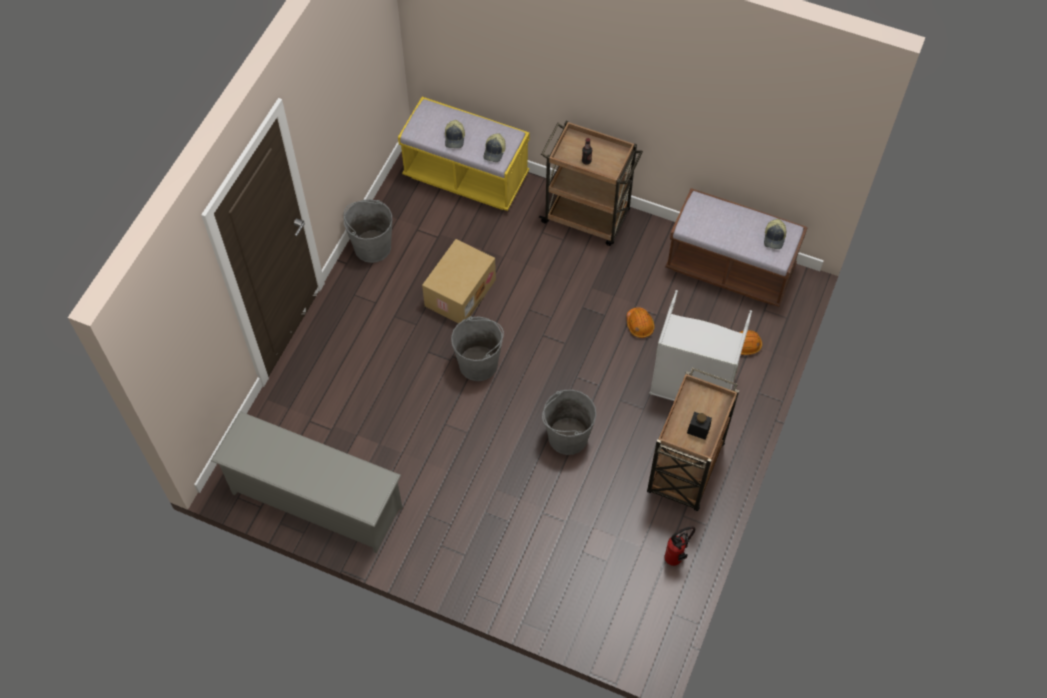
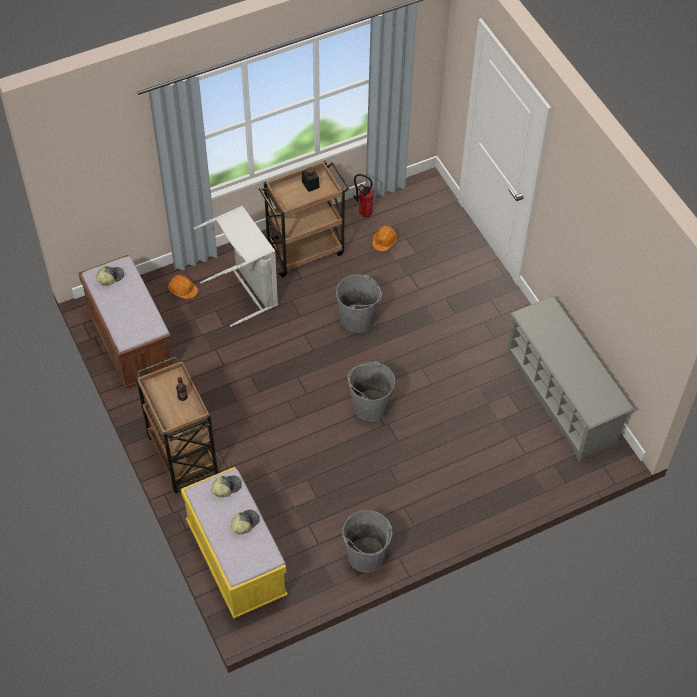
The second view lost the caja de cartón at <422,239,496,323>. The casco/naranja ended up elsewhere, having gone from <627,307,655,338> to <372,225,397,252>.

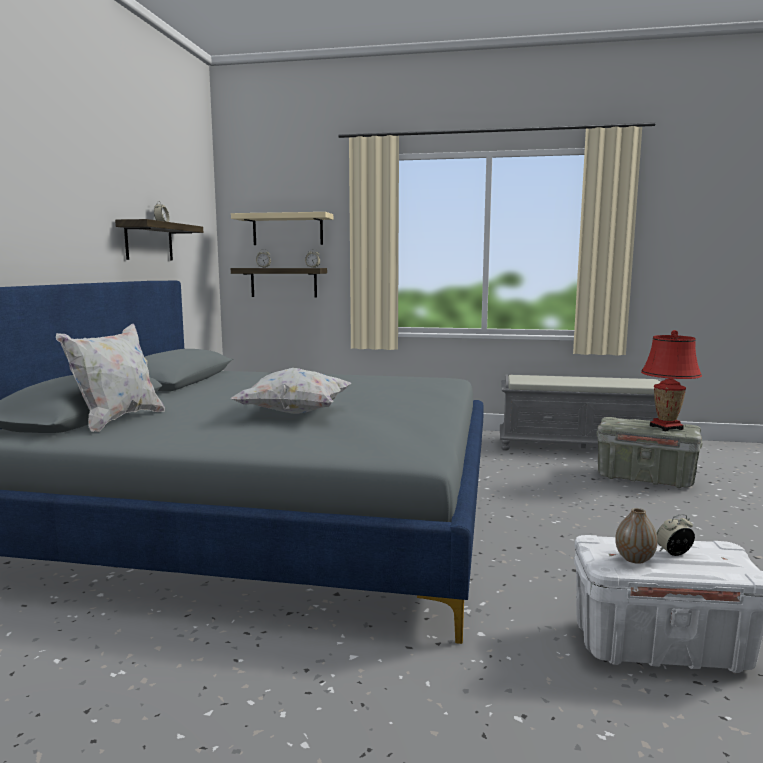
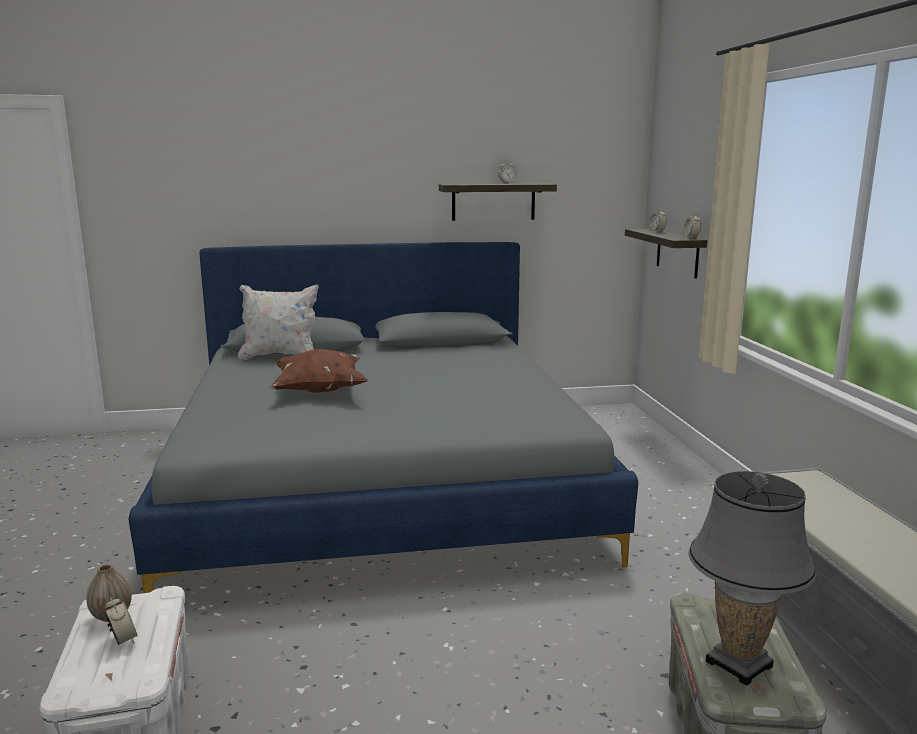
The second view lost the estante/beis at <231,212,333,245>. What was the lámpara de mesa/rojo at <641,330,702,431> turned into the lámpara de mesa/gris at <688,471,817,686>. What was the cojín/blanco at <231,368,352,414> turned into the cojín/marrón at <272,349,368,393>.

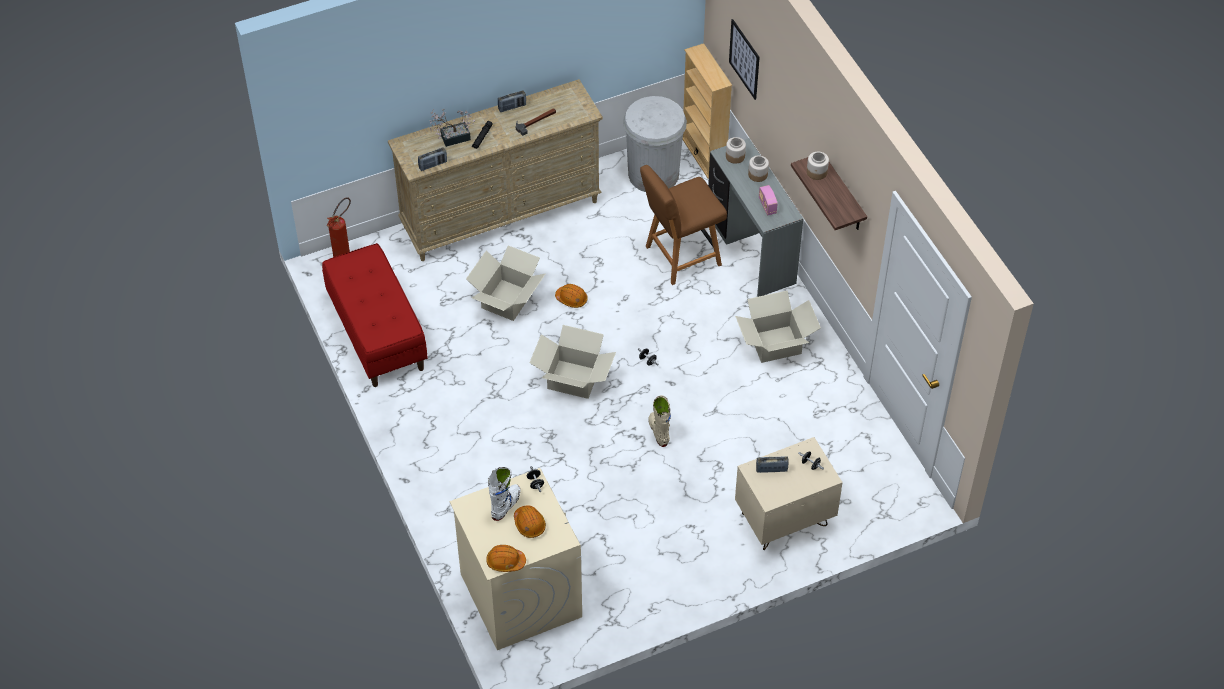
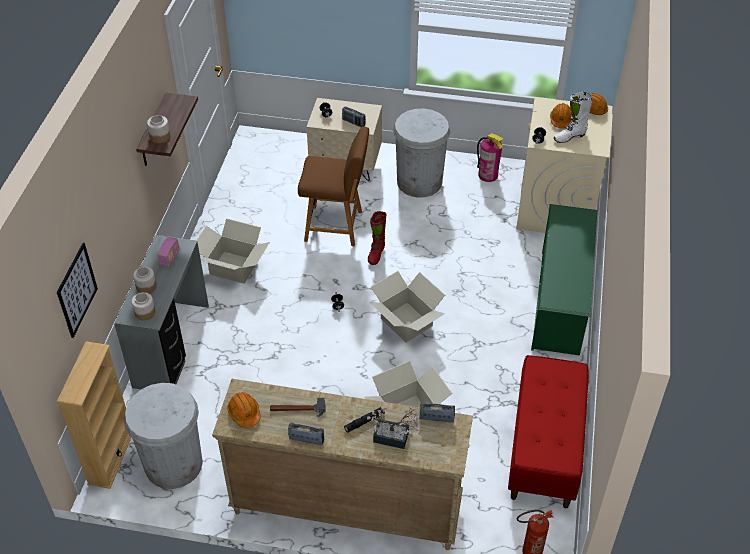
The silla/marrón ended up elsewhere, having gone from <640,165,727,285> to <298,127,369,246>. The casco/naranja ended up elsewhere, having gone from <555,284,588,308> to <227,392,261,428>. What was the bota/beis at <648,395,671,447> turned into the bota/rojo at <368,211,386,265>. The second view gained the papelera/blanco at <393,109,451,198>. The second view gained the extintor at <477,133,503,182>. The second view gained the zapatero/verde at <531,204,597,355>.

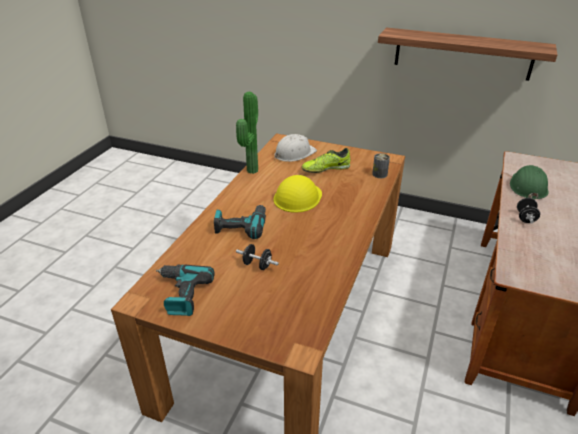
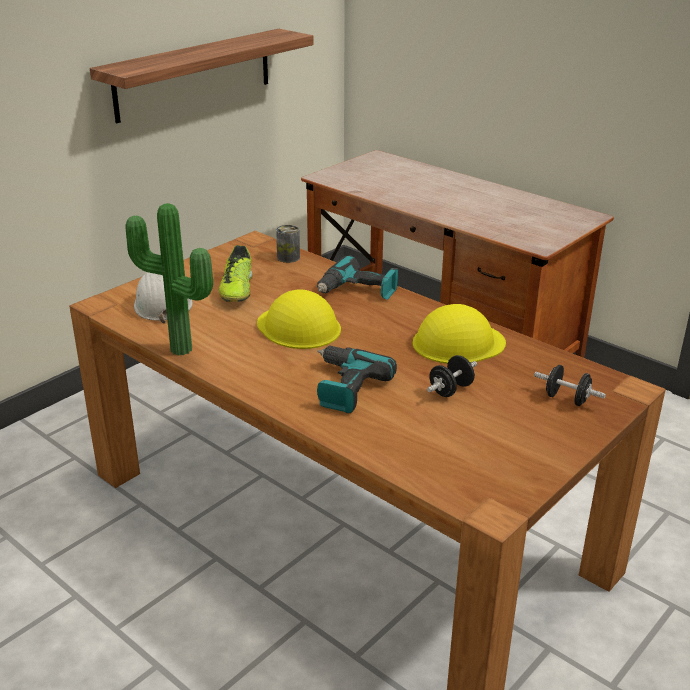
The second view lost the casco/verde at <510,165,548,199>. The mancuerna/negro ended up elsewhere, having gone from <517,198,540,223> to <534,365,606,406>. The taladro ended up elsewhere, having gone from <156,264,215,316> to <317,256,398,300>. The second view gained the casco/amarillo at <413,304,506,364>.

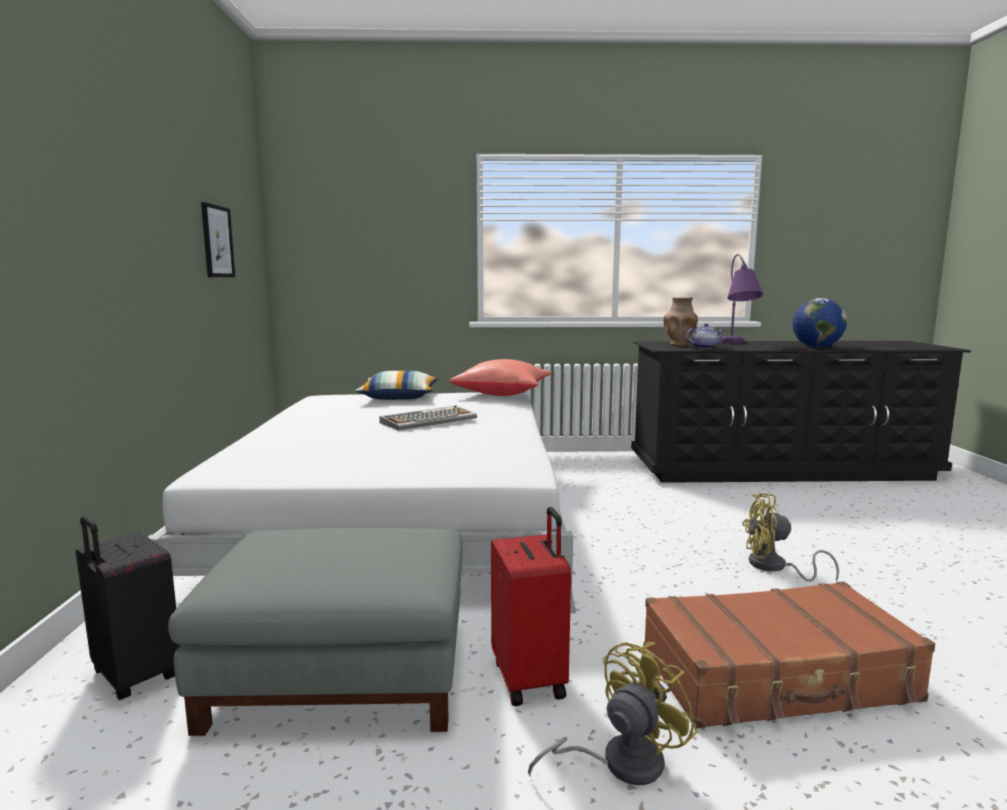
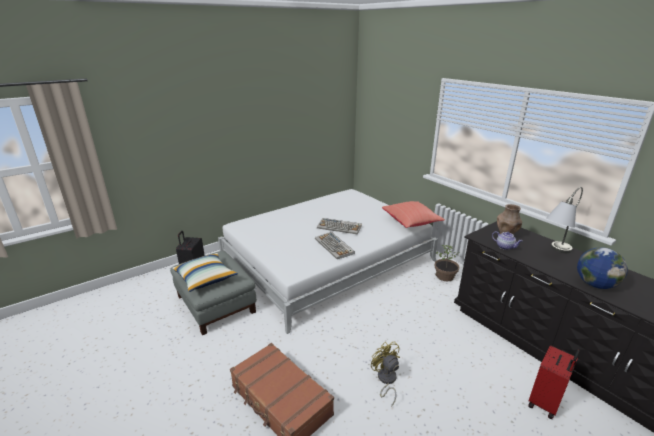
The second view lost the cuadro at <201,202,235,277>. What was the lámpara de mesa/morado at <720,254,764,343> turned into the lámpara de mesa/gris at <546,187,583,253>. The cojín ended up elsewhere, having gone from <356,371,437,400> to <172,253,238,292>. The maleta/rojo ended up elsewhere, having gone from <491,507,571,706> to <528,345,580,419>. The second view lost the ventilador/amarillo at <528,642,698,785>. The second view gained the teclado at <315,232,355,259>. The second view gained the planta en maceta at <434,245,459,281>.

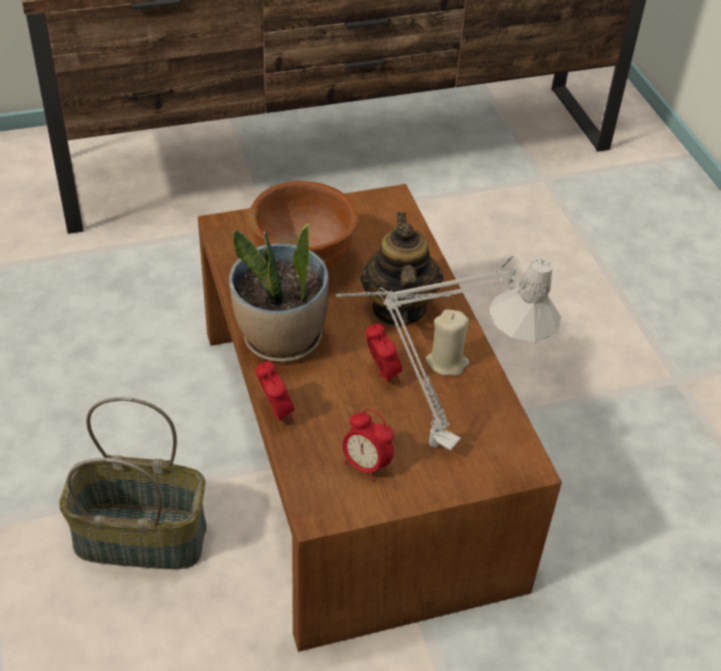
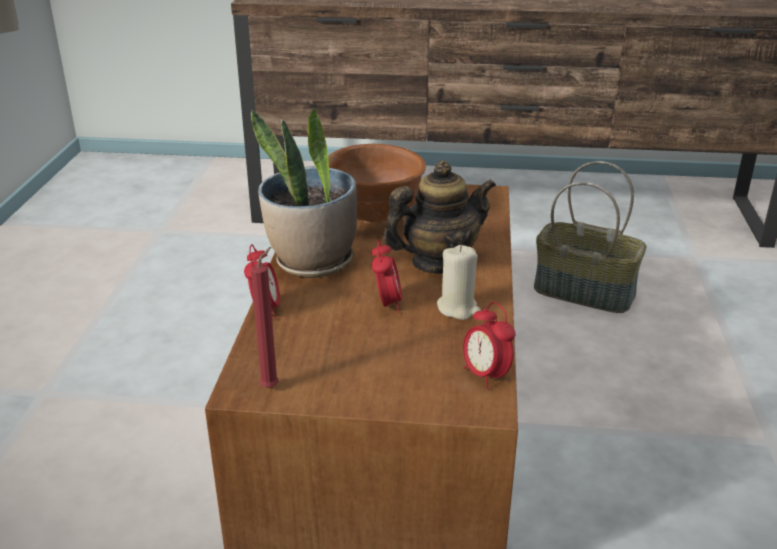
The tetera at <360,212,443,326> ended up facing another way, 45 degrees clockwise from before. The second view lost the lámpara de mesa/gris at <335,255,561,454>. The cesta ended up elsewhere, having gone from <59,397,207,569> to <534,161,647,313>. The despertador ended up elsewhere, having gone from <343,409,394,481> to <463,302,516,389>. The second view gained the vela/rojo at <251,247,279,388>.

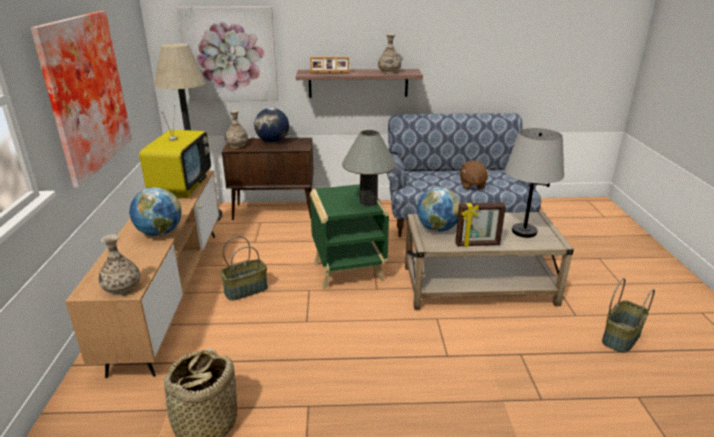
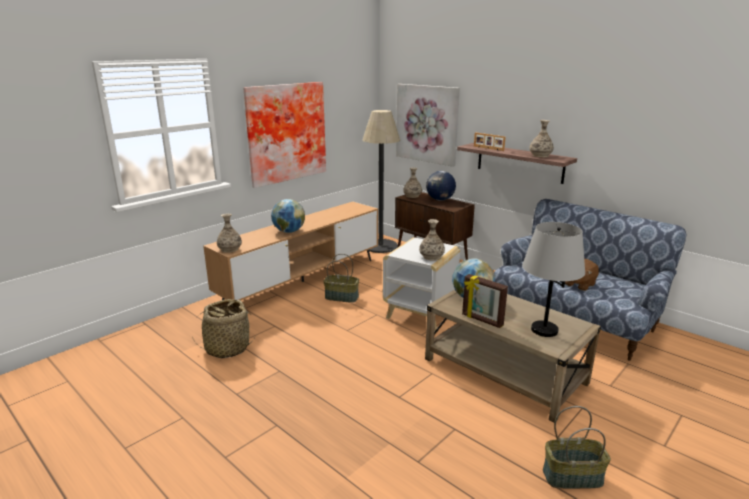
The second view lost the televisor at <139,105,211,198>. Where the lámpara de mesa/gris stood at <342,130,396,206>, the florero came to stand at <419,219,445,261>. What was the mesa auxiliar/verde at <310,184,389,289> turned into the mesa auxiliar/blanco at <383,237,460,330>.

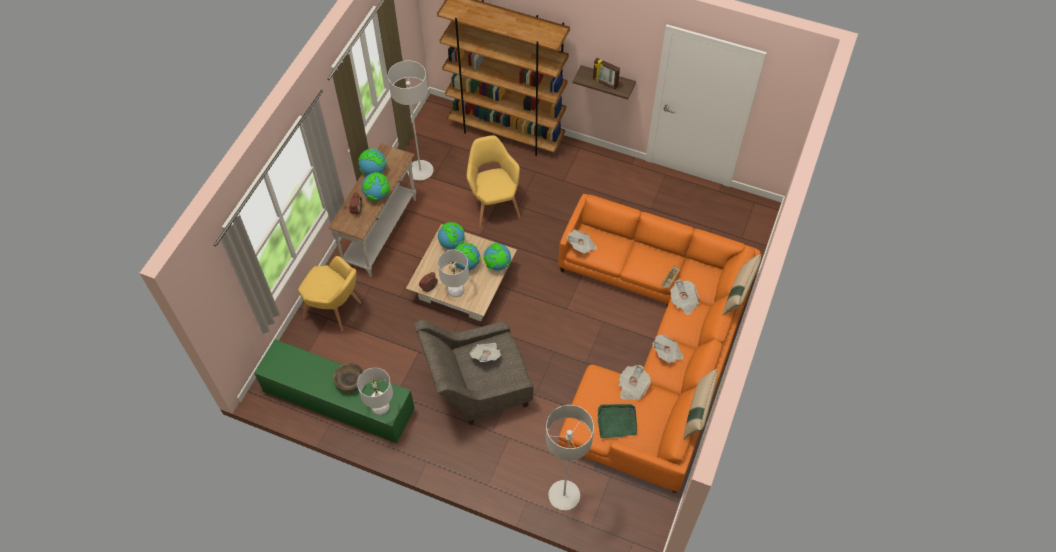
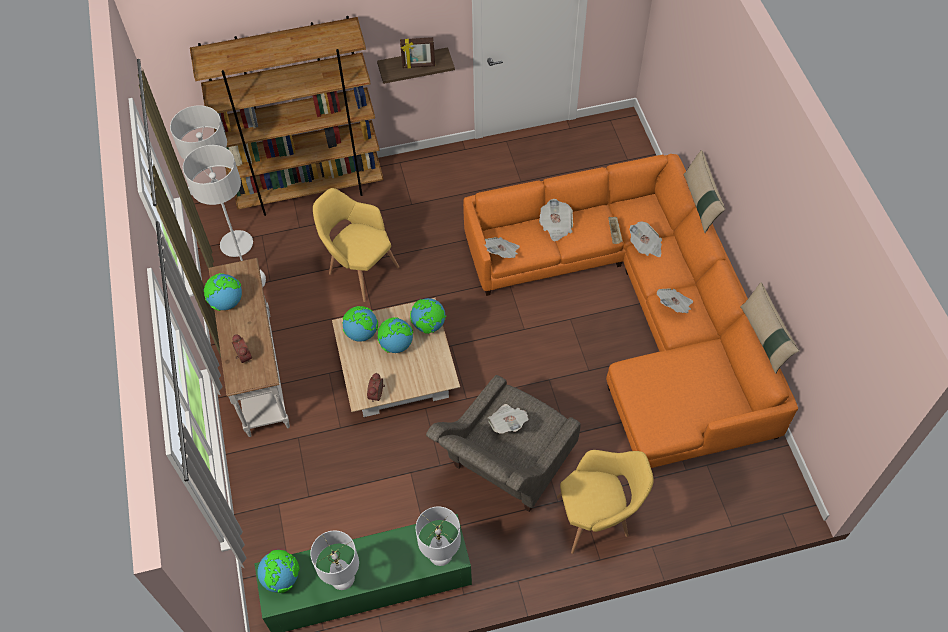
The globo terráqueo ended up elsewhere, having gone from <362,172,390,201> to <257,550,299,593>. The lámpara de mesa/blanco ended up elsewhere, having gone from <438,250,469,297> to <310,531,359,590>. The sillón/amarillo ended up elsewhere, having gone from <298,256,361,331> to <557,450,654,554>. The second view lost the cuenco/marrón at <333,363,363,393>. The periódico ended up elsewhere, having gone from <619,365,651,401> to <539,199,573,241>. The second view lost the bandeja/verde at <598,404,637,438>. The lámpara de pie/gris ended up elsewhere, having gone from <546,405,594,510> to <170,105,253,257>.

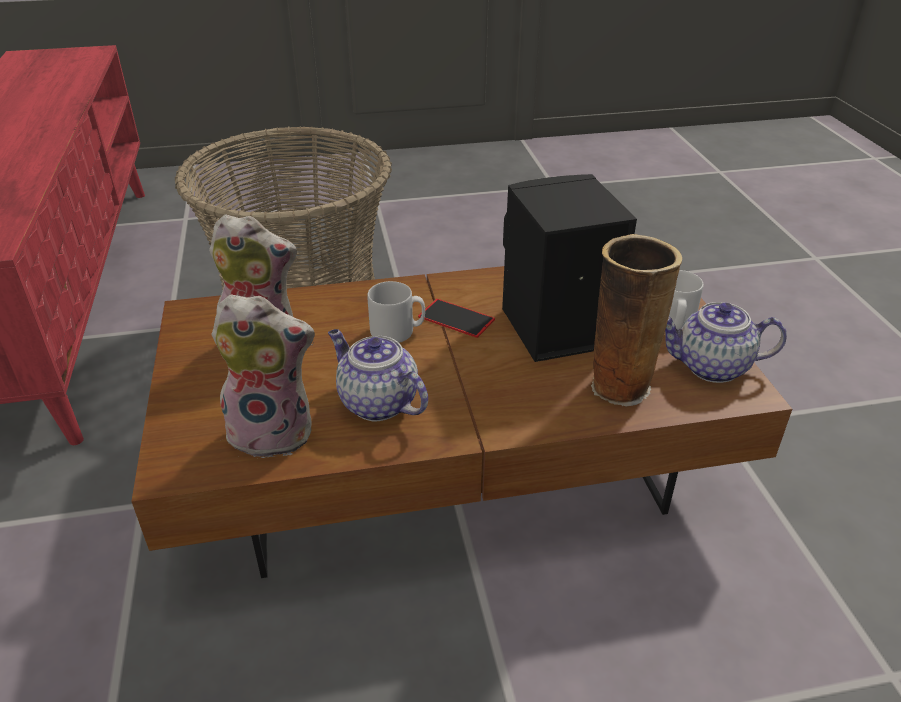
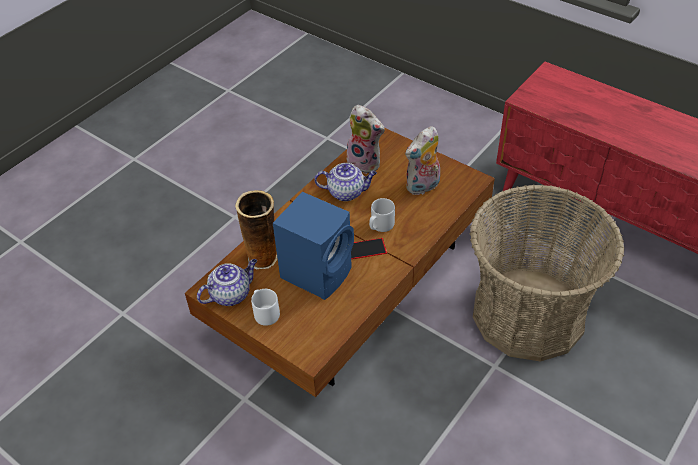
What was the altavoz/negro at <502,174,637,362> turned into the altavoz/azul at <273,192,354,300>. The peluche at <211,294,315,458> ended up facing another way, 105 degrees counterclockwise from before.

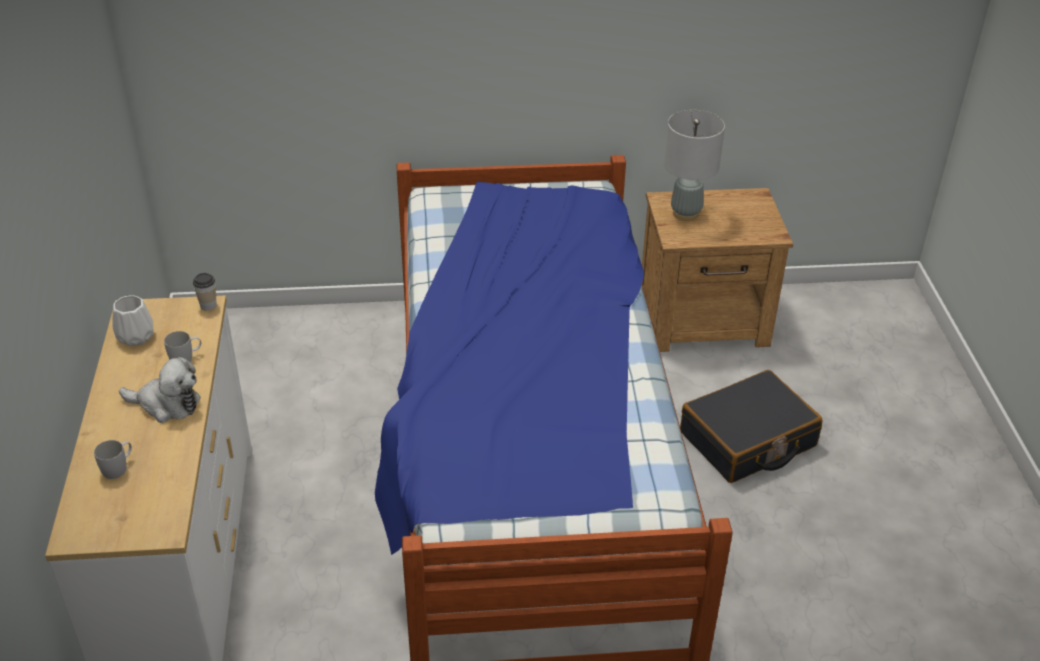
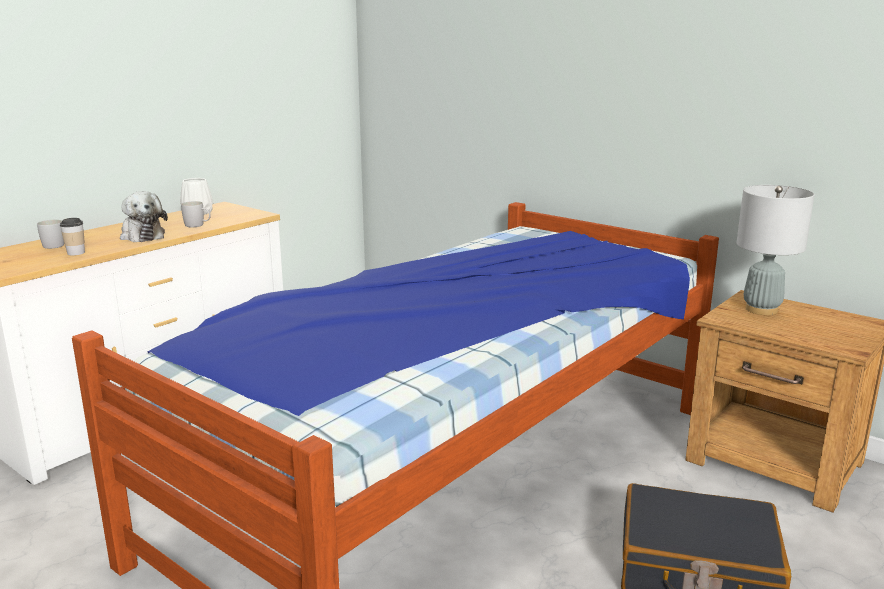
The taza ended up elsewhere, having gone from <193,273,217,311> to <60,218,85,255>.

